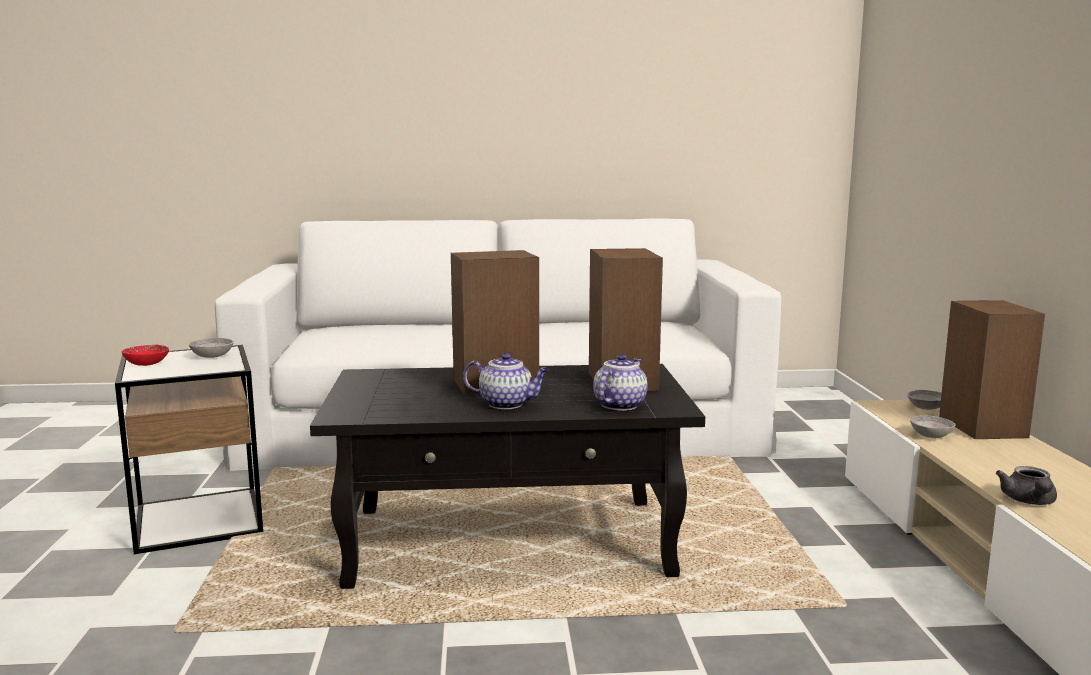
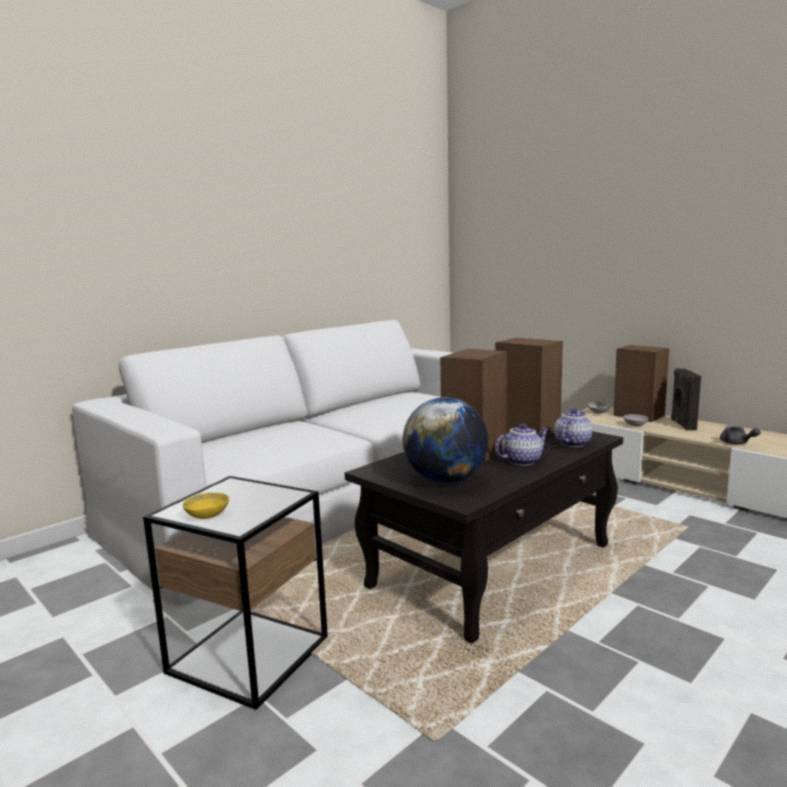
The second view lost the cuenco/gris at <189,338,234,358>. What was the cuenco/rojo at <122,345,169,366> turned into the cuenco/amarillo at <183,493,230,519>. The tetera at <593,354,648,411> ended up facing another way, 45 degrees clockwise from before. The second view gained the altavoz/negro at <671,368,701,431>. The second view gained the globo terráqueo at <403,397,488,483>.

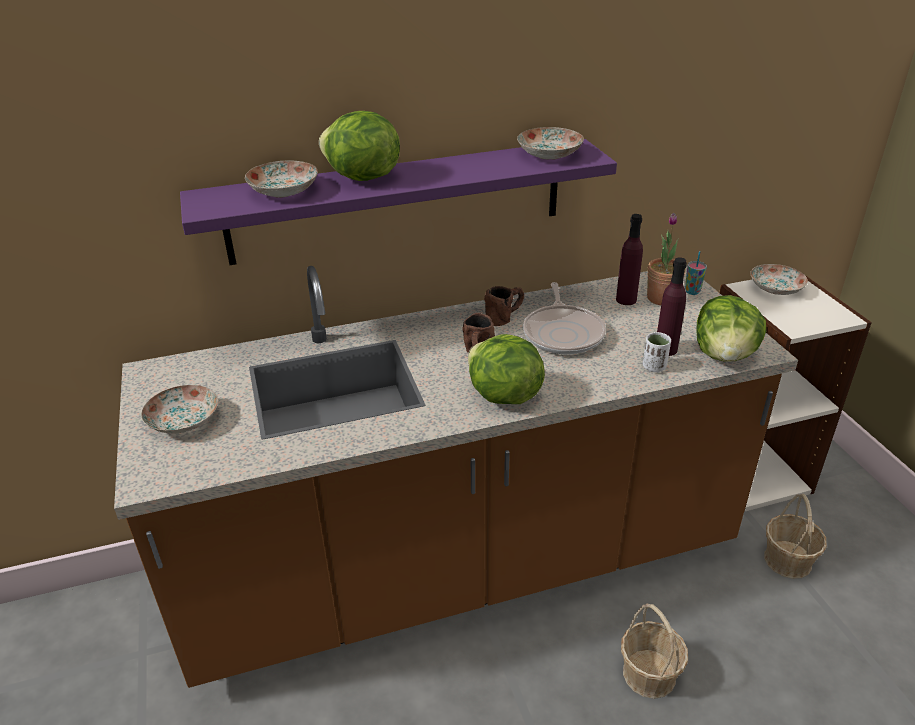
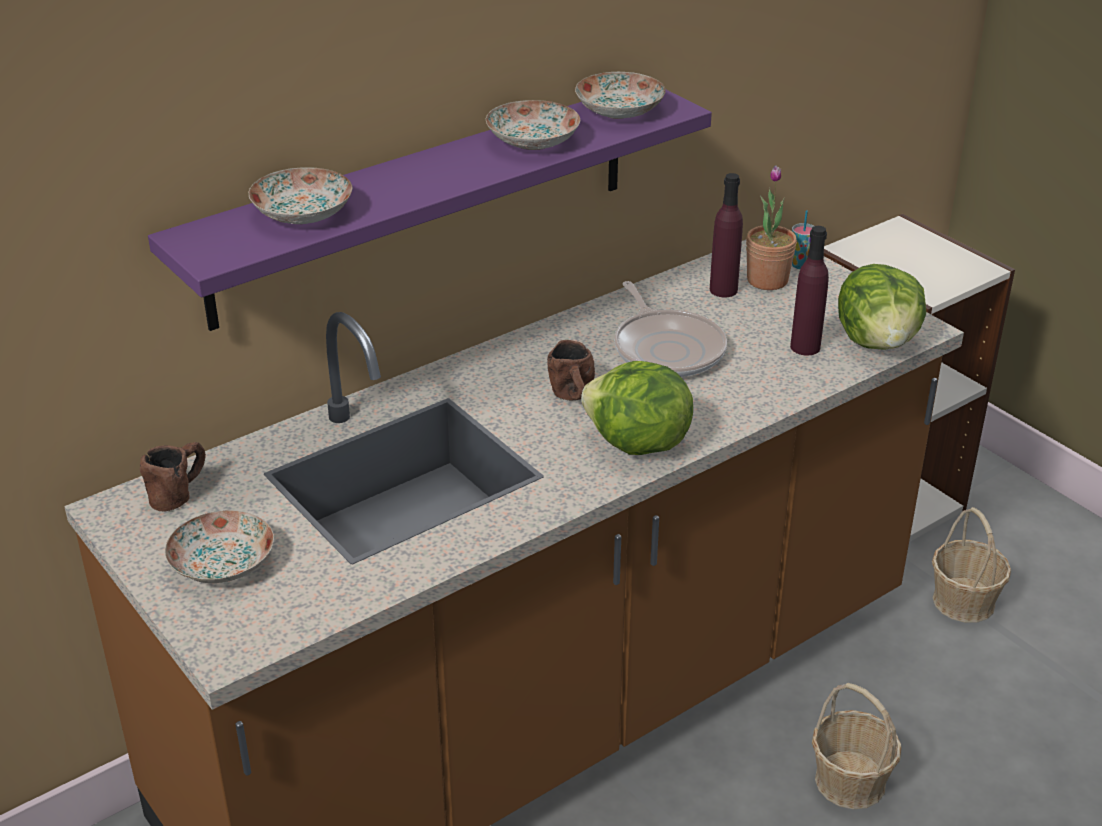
The second view lost the lechuga at <319,111,400,181>. The plato ended up elsewhere, having gone from <750,264,808,295> to <486,100,580,150>. The taza grande/marrón ended up elsewhere, having gone from <484,286,524,326> to <140,442,206,511>. The second view lost the taza/blanco at <643,332,671,372>.

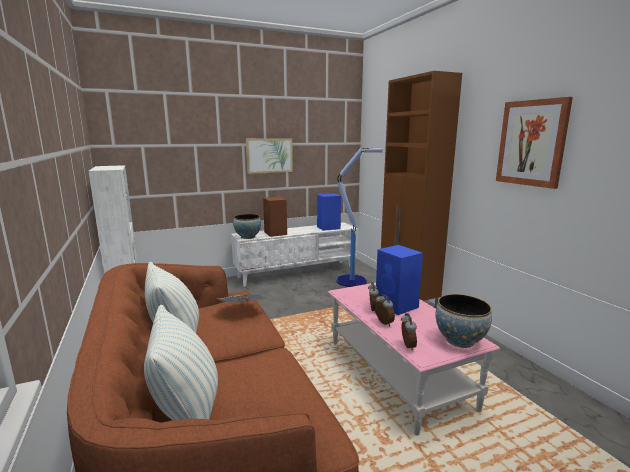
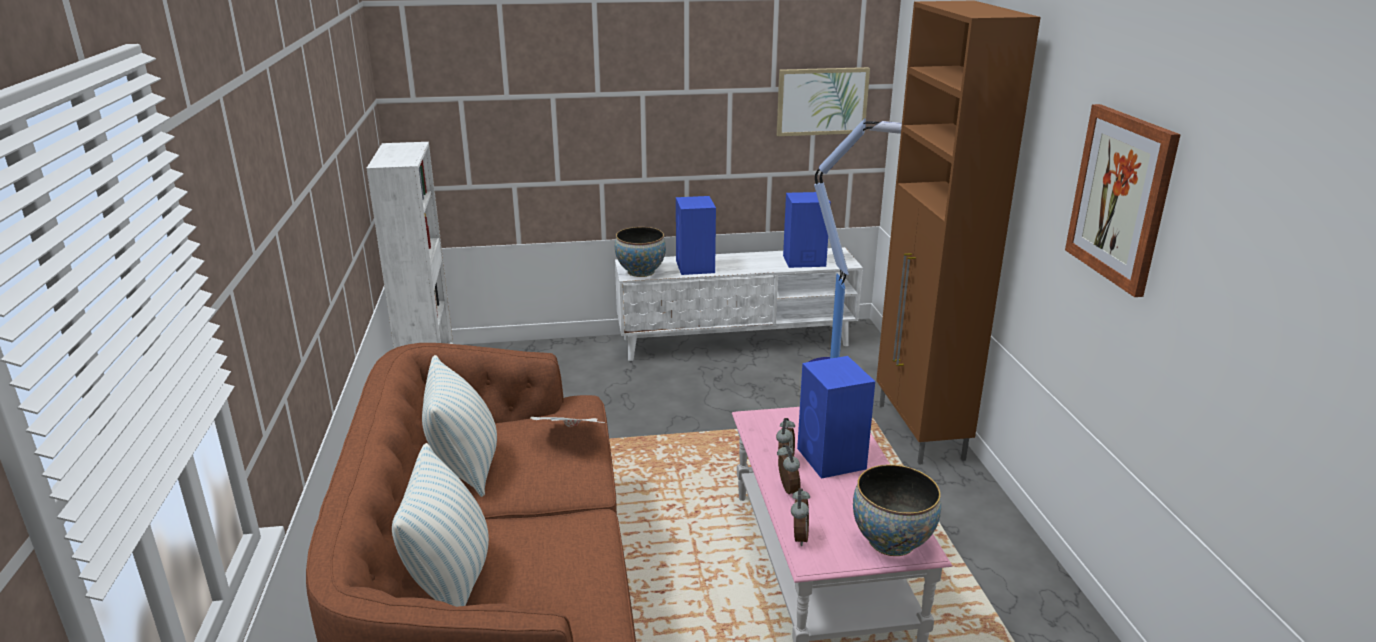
The cuadro ended up elsewhere, having gone from <246,138,293,174> to <777,67,870,136>. What was the altavoz/marrón at <263,197,287,237> turned into the altavoz/azul at <676,196,716,275>.

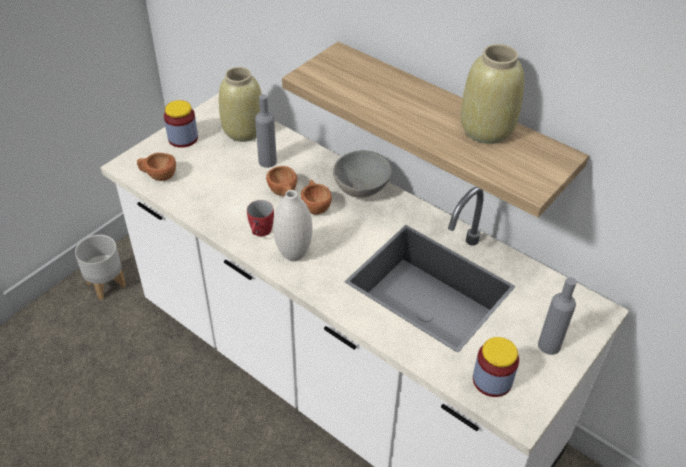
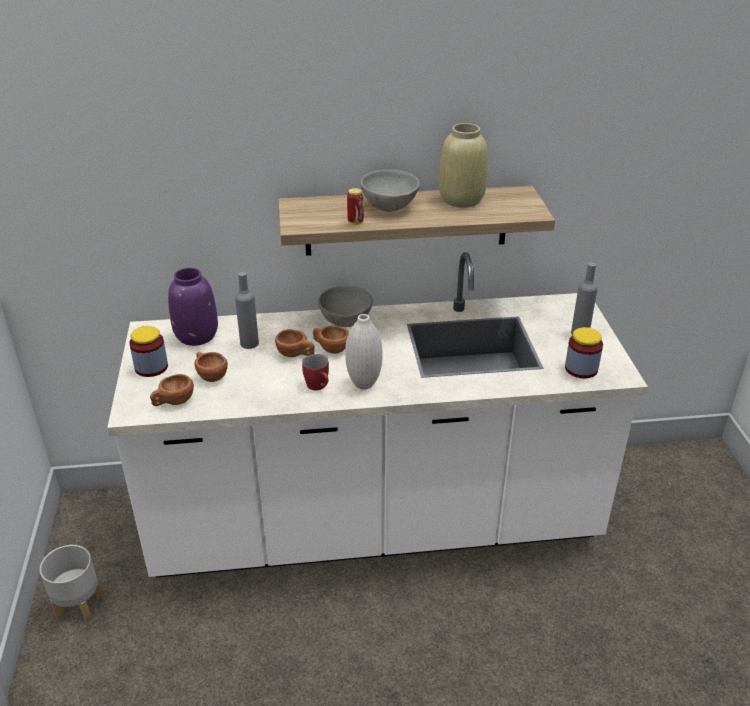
What was the florero/beis at <219,67,262,142> turned into the florero/morado at <168,268,218,346>. The second view gained the cuenco/gris at <360,169,420,212>. The second view gained the lata at <347,188,364,225>. The second view gained the taza/marrón at <194,352,228,382>.

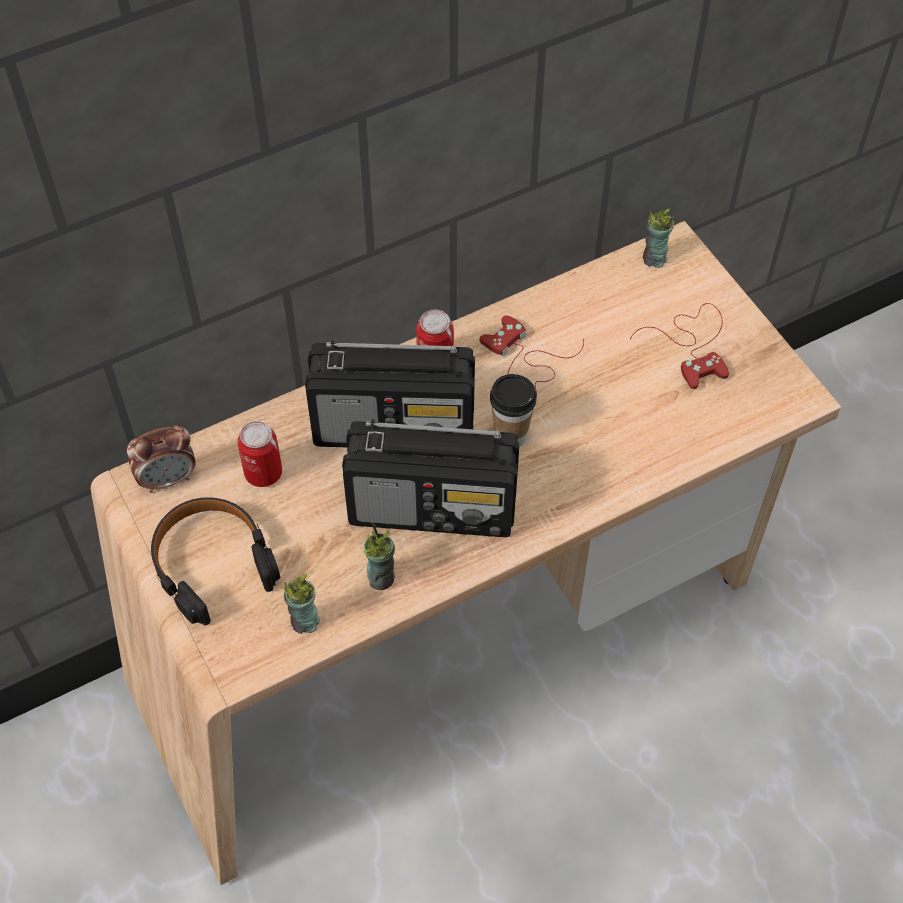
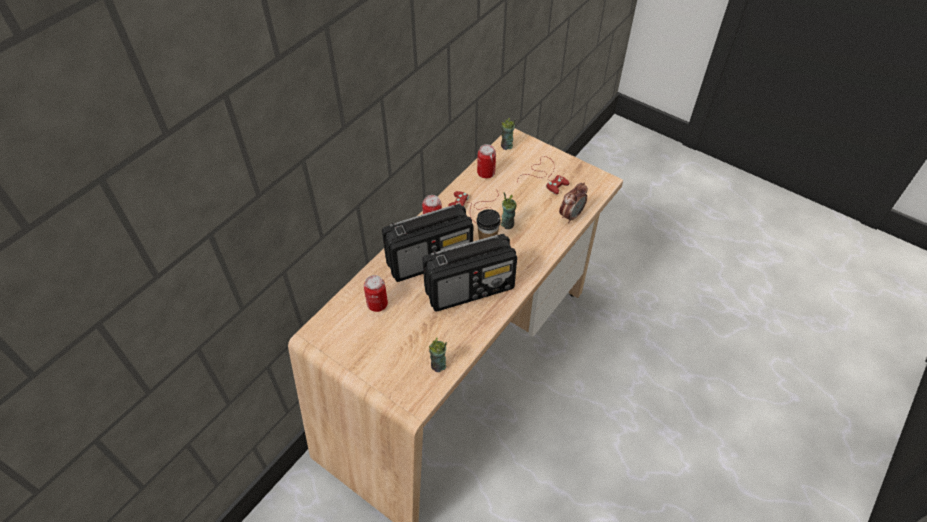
The despertador ended up elsewhere, having gone from <127,426,196,493> to <559,183,588,223>. The second view lost the auriculares/negro at <151,497,280,625>. The taza ended up elsewhere, having gone from <363,521,395,590> to <501,192,517,229>. The second view gained the lata at <477,144,496,178>.

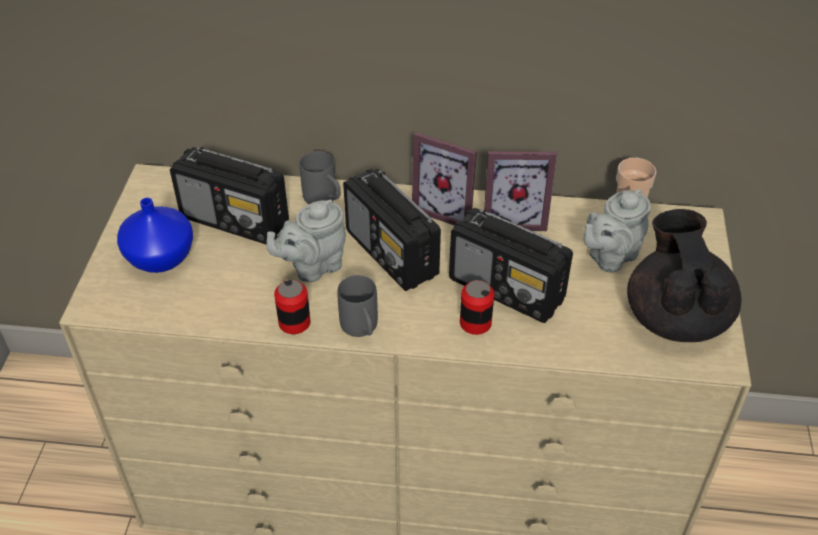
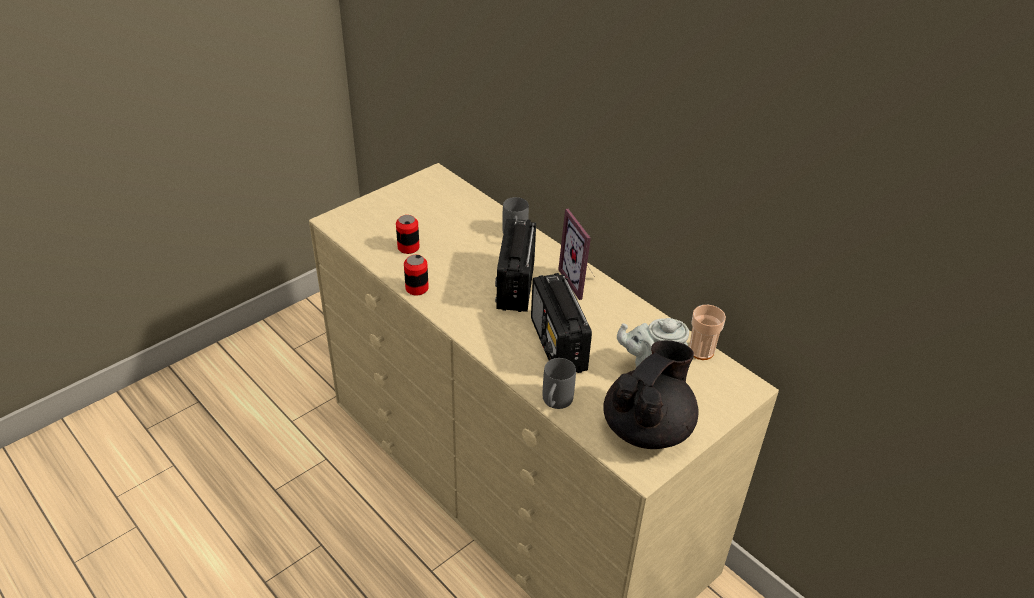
The second view lost the radio at <170,147,289,244>. The second view lost the portarretratos at <484,151,557,231>. The second view lost the florero/azul at <117,198,193,273>. The second view lost the tetera/gris at <266,200,346,282>. The taza grande/gris ended up elsewhere, having gone from <337,275,378,337> to <543,358,576,409>. The lata ended up elsewhere, having gone from <460,280,494,335> to <396,215,420,254>.

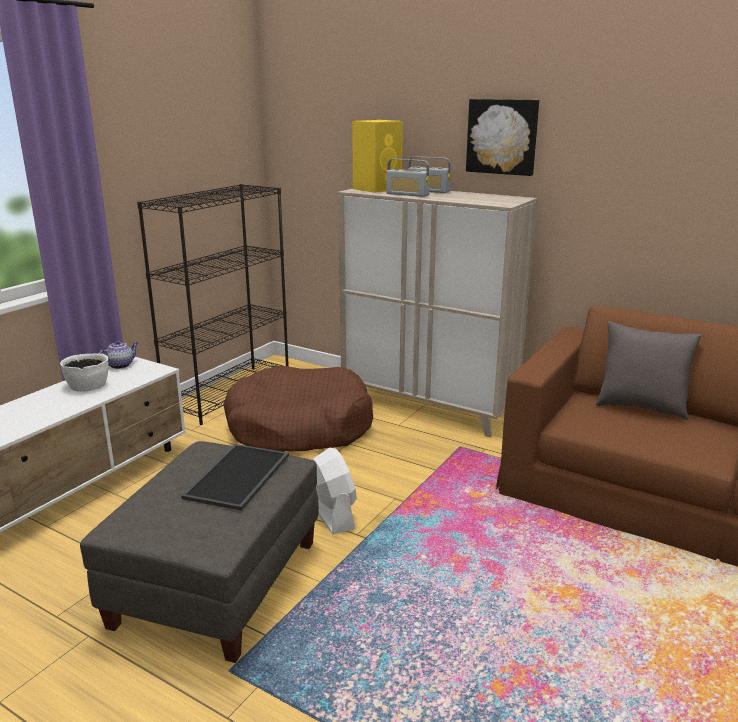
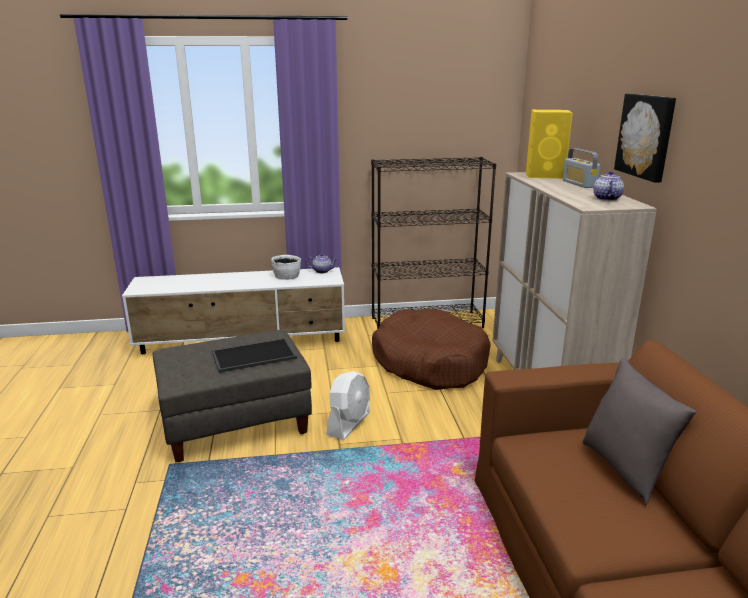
The second view lost the radio at <386,159,430,197>. The second view gained the tetera at <593,171,624,201>.

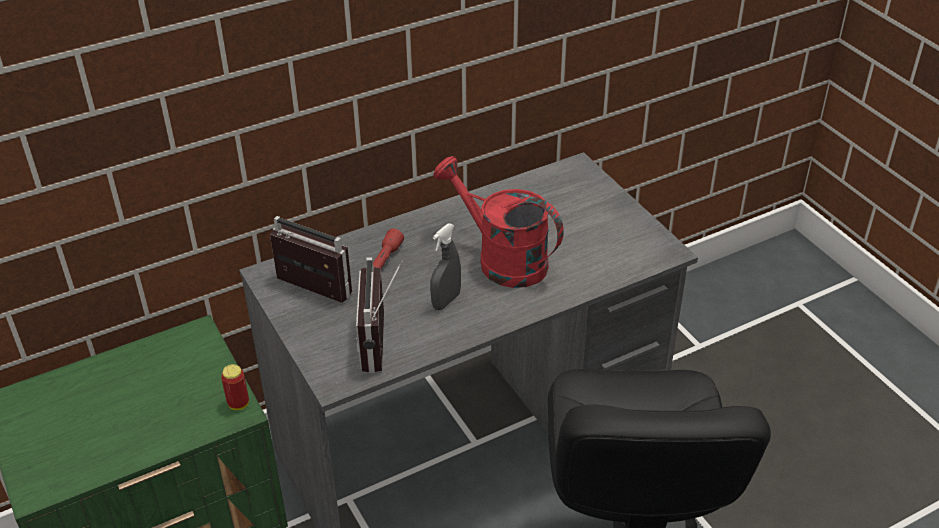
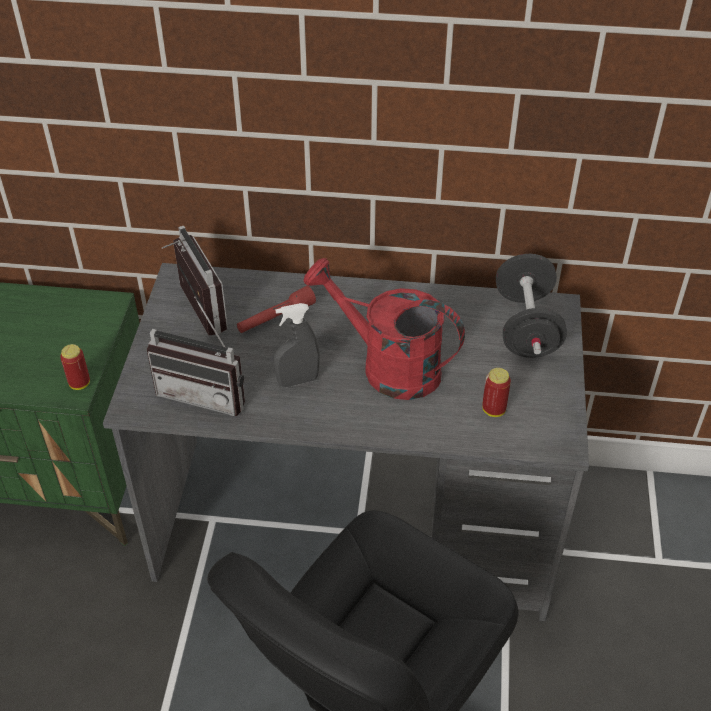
The regadera/rojo at <434,156,564,288> ended up facing another way, 45 degrees counterclockwise from before. The radio at <356,257,403,373> ended up facing another way, 105 degrees counterclockwise from before. The second view gained the mancuerna/negro at <496,254,567,358>. The second view gained the lata at <482,368,511,417>.

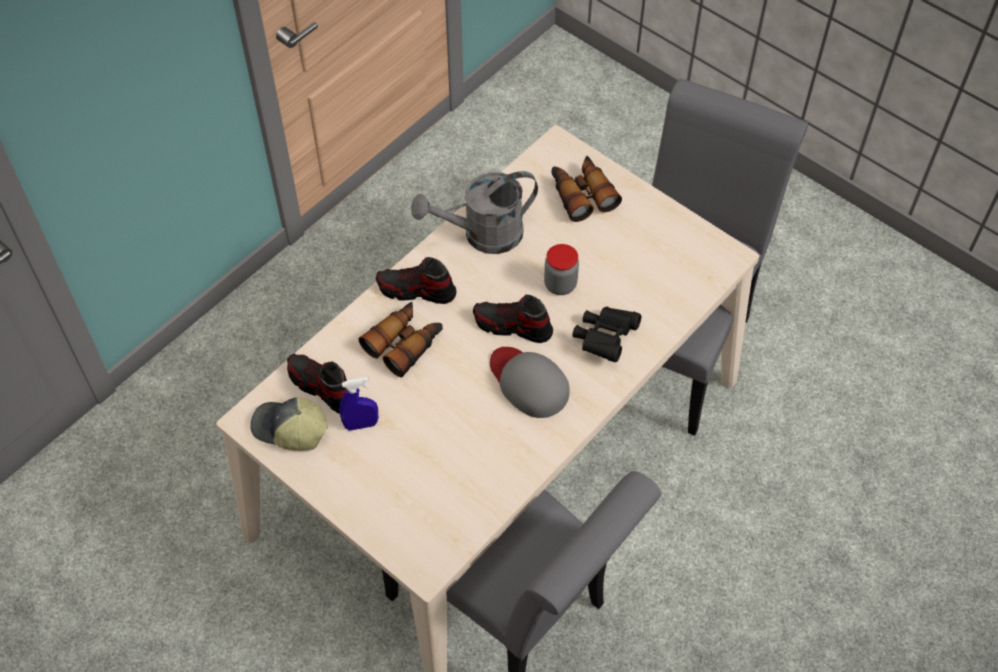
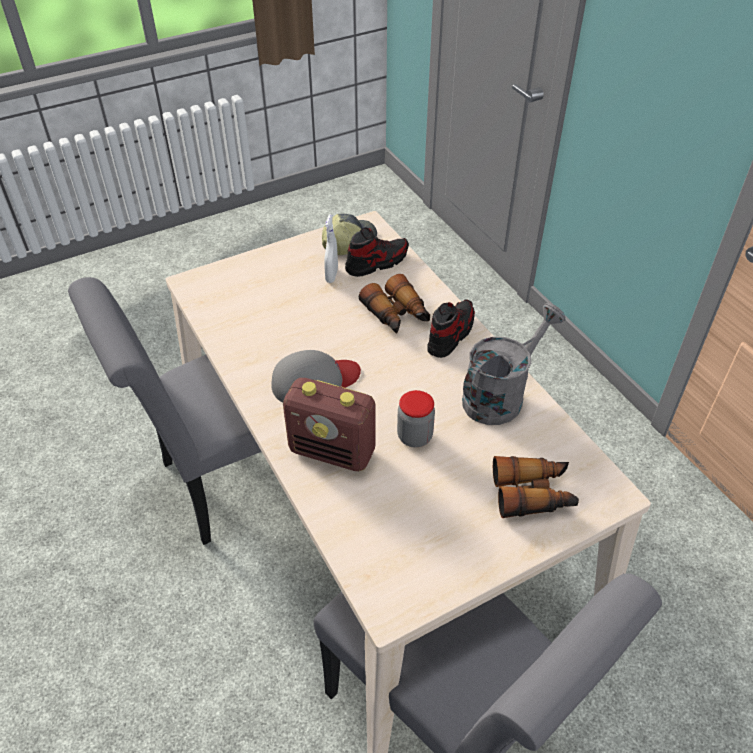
The regadera/gris at <411,171,538,254> ended up facing another way, 45 degrees clockwise from before. The second view lost the zapato at <473,295,553,343>. Where the prismáticos/negro stood at <572,307,641,362>, the radio came to stand at <283,378,376,471>. What was the pulverizador/azul at <340,377,378,431> turned into the pulverizador/blanco at <324,215,338,283>.

